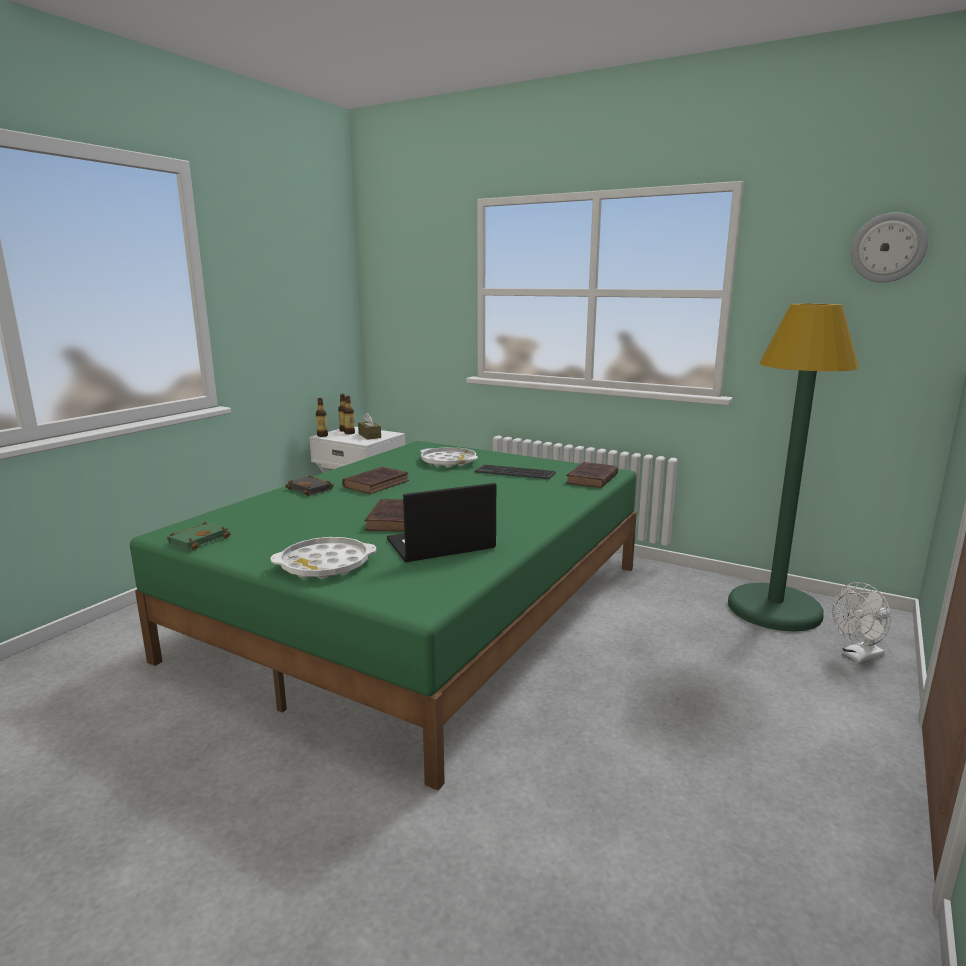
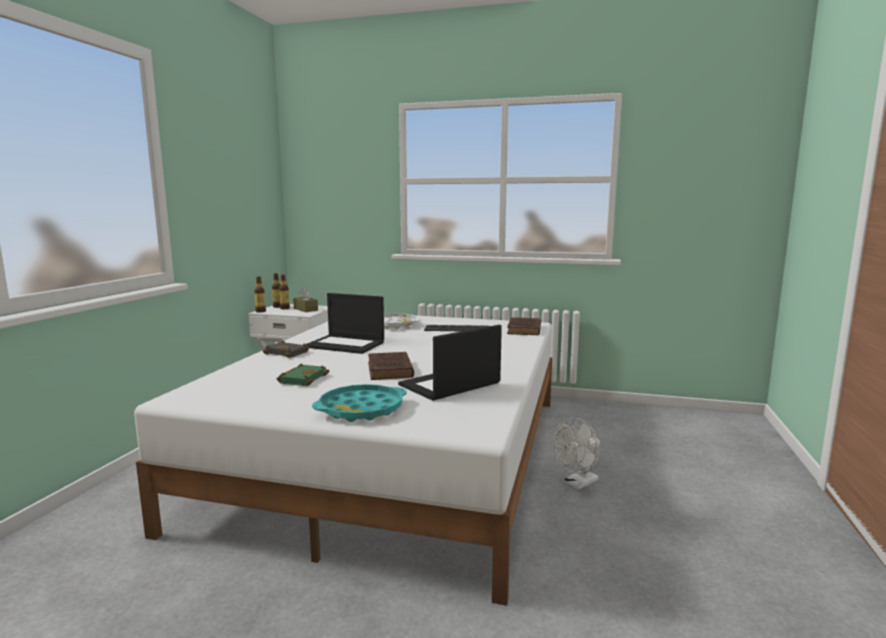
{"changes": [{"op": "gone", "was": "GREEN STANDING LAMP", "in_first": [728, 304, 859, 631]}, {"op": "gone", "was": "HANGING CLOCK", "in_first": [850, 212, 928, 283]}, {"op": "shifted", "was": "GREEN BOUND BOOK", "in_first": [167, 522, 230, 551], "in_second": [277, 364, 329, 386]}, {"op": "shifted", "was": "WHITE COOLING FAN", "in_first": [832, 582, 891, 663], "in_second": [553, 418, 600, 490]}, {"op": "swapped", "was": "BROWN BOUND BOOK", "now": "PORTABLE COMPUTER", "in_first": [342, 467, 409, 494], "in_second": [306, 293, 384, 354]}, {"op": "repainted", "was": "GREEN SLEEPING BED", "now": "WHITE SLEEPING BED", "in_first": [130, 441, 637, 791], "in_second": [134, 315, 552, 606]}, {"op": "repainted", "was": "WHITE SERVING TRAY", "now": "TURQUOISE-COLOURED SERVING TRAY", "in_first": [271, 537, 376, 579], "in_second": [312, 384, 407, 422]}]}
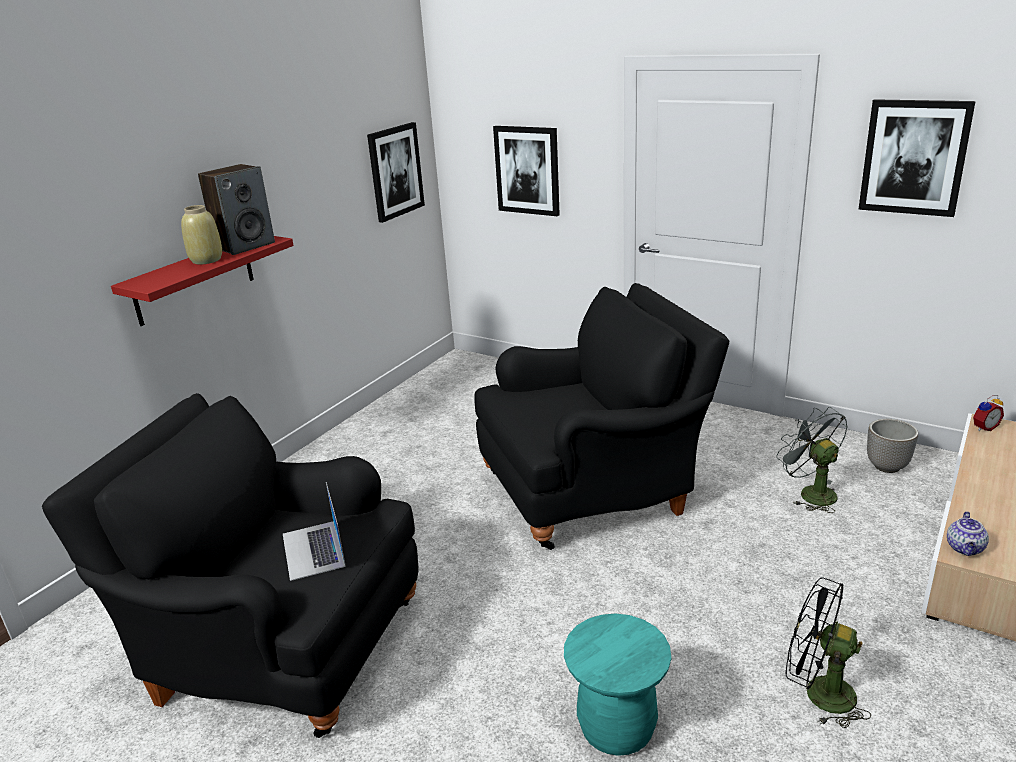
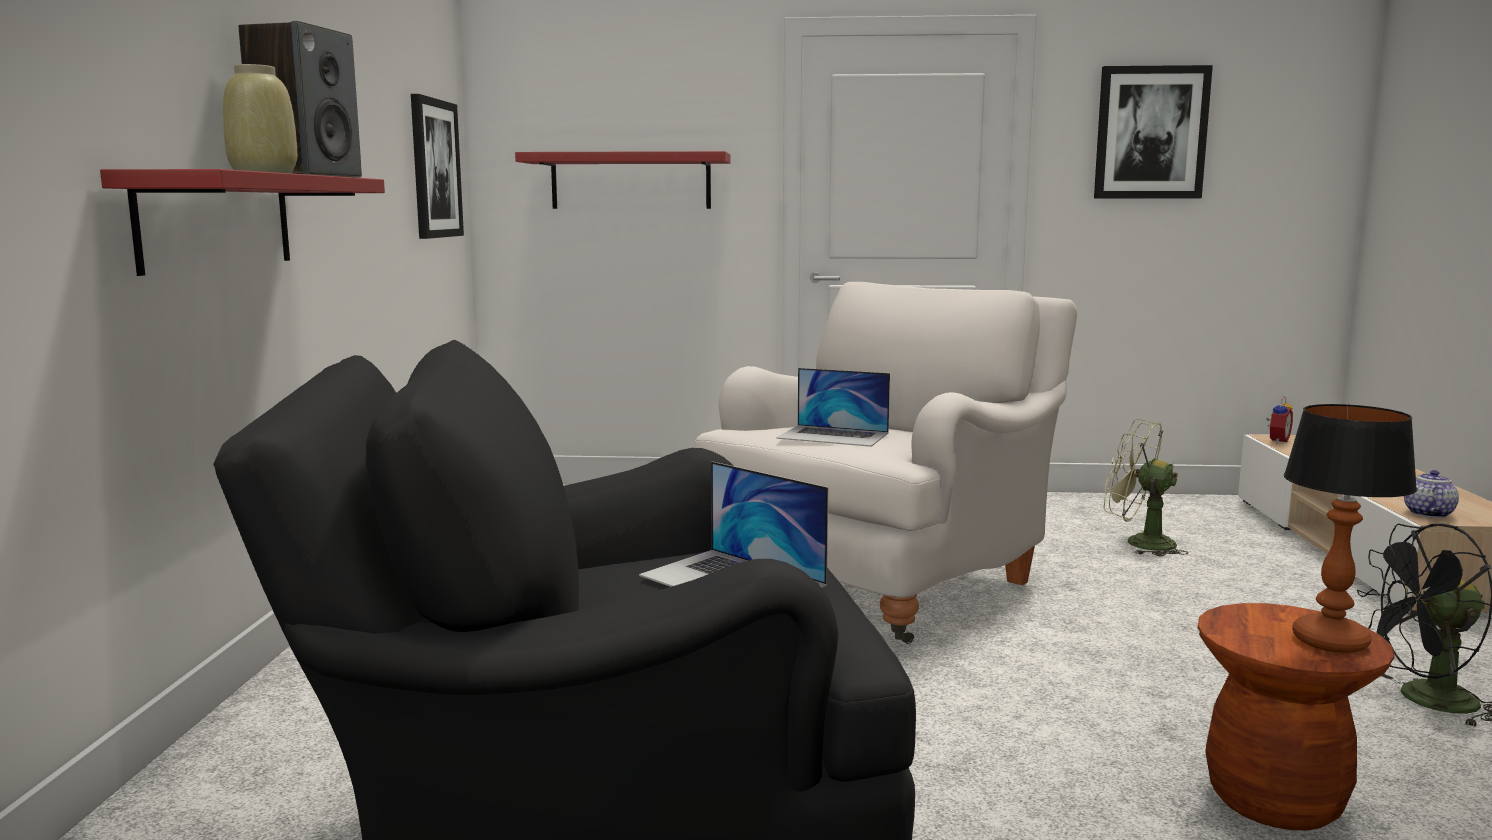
{"changes": [{"op": "gone", "was": "PLANT POT", "in_first": [867, 419, 918, 473]}, {"op": "new", "now": "PORTABLE COMPUTER", "in_second": [776, 368, 890, 447]}, {"op": "new", "now": "LAMP FOR A TABLE", "in_second": [1284, 404, 1417, 653]}, {"op": "swapped", "was": "WALL PICTURE", "now": "RED BRACKET SHELF", "in_first": [493, 126, 560, 216], "in_second": [515, 151, 730, 209]}, {"op": "repainted", "was": "BLACK EASY CHAIR", "now": "WHITE EASY CHAIR", "in_first": [474, 283, 729, 550], "in_second": [694, 282, 1077, 644]}, {"op": "repainted", "was": "TURQUOISE-COLOURED STOOL SEAT", "now": "BROWN STOOL SEAT", "in_first": [564, 613, 671, 756], "in_second": [1198, 603, 1395, 830]}, {"op": "repainted", "was": "GRAY COOLING FAN", "now": "GREEN COOLING FAN", "in_first": [776, 407, 848, 513], "in_second": [1104, 419, 1188, 556]}, {"op": "rotated", "was": "TEA POT", "in_first": [947, 511, 989, 556], "in_second": [1404, 470, 1459, 518], "clockwise": -150}]}
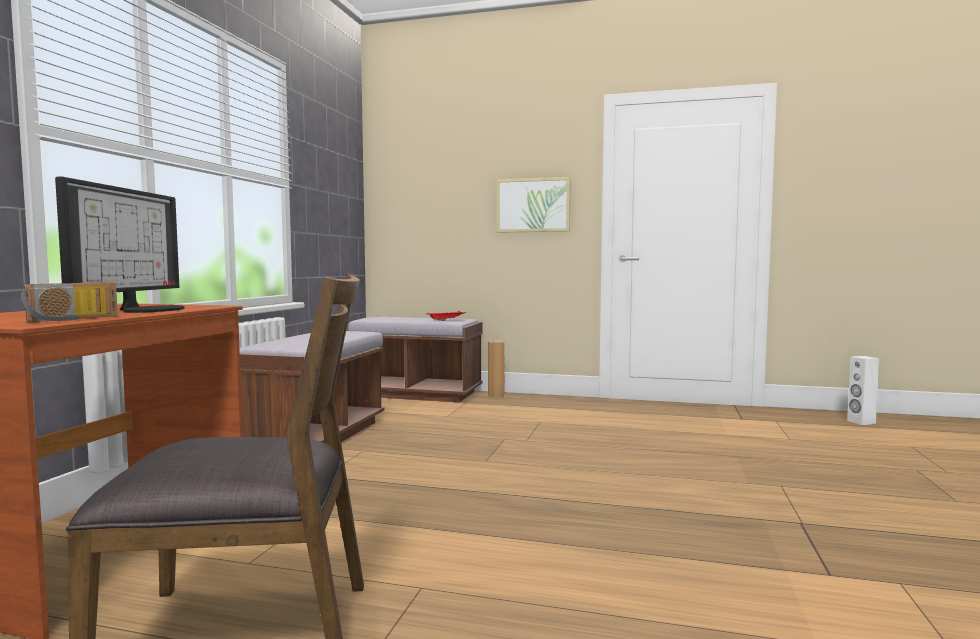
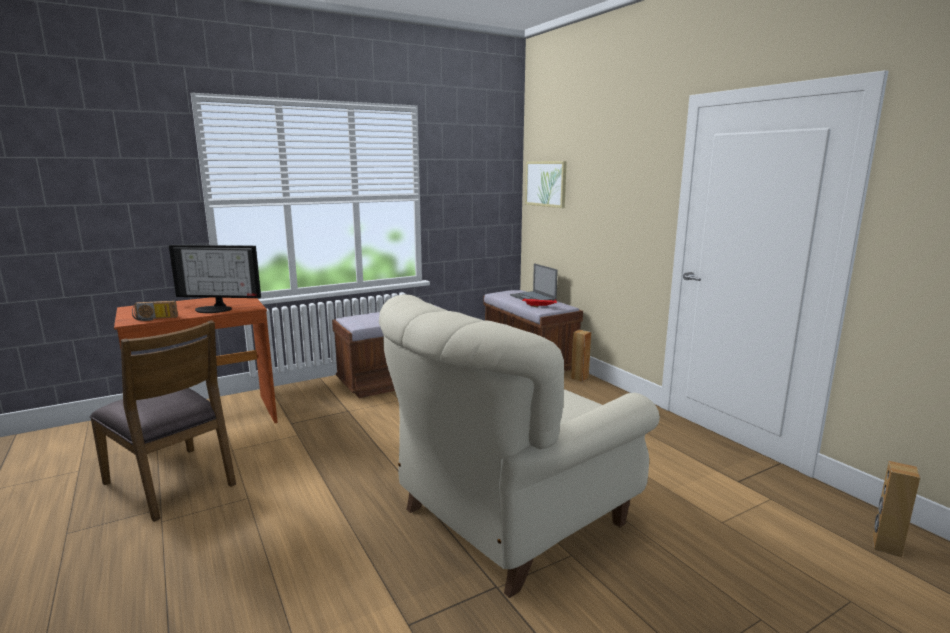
{"changes": [{"op": "new", "now": "BEIGE EASY CHAIR", "in_second": [379, 294, 660, 598]}, {"op": "new", "now": "PORTABLE COMPUTER", "in_second": [510, 263, 558, 301]}, {"op": "shifted", "was": "WALL PICTURE", "in_first": [497, 177, 571, 232], "in_second": [525, 161, 567, 208]}, {"op": "repainted", "was": "WHITE SPEAKER", "now": "BROWN SPEAKER", "in_first": [847, 356, 879, 425], "in_second": [872, 461, 920, 557]}, {"op": "rotated", "was": "COMPUTER SCREEN", "in_first": [55, 177, 185, 313], "in_second": [169, 245, 261, 313], "clockwise": 45}]}
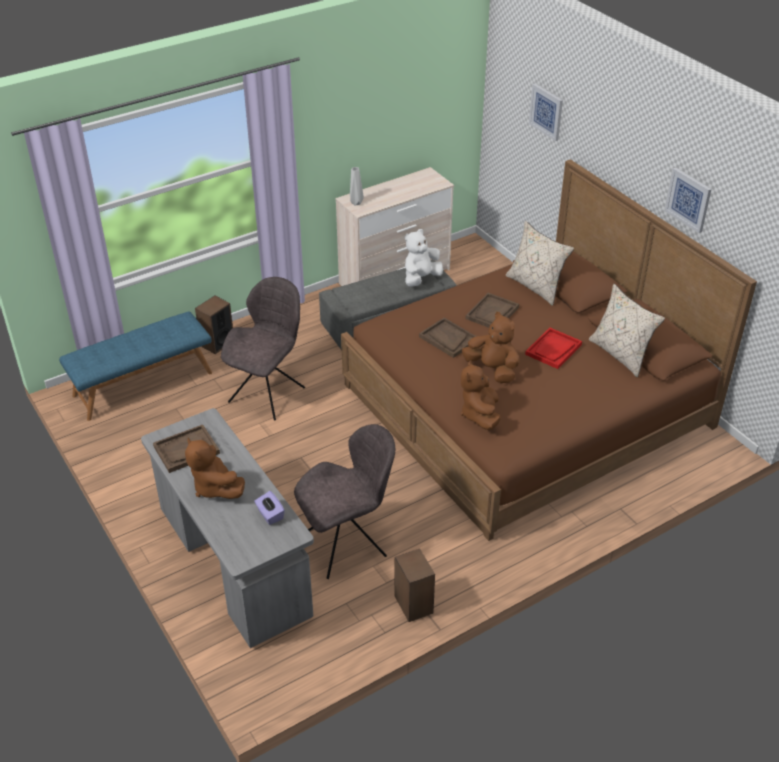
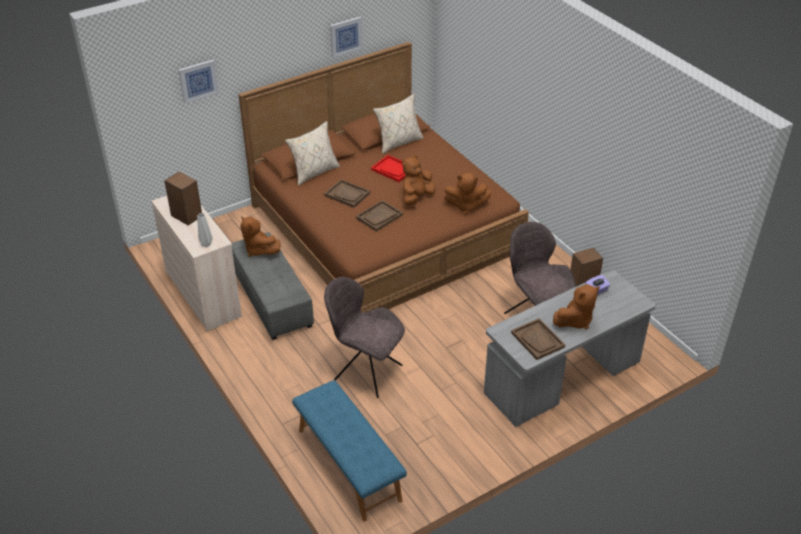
{"changes": [{"op": "shifted", "was": "SPEAKER", "in_first": [195, 295, 233, 354], "in_second": [164, 172, 202, 225]}, {"op": "repainted", "was": "WHITE CUDDLY TOY", "now": "BROWN CUDDLY TOY", "in_first": [405, 229, 443, 287], "in_second": [241, 217, 281, 257]}]}
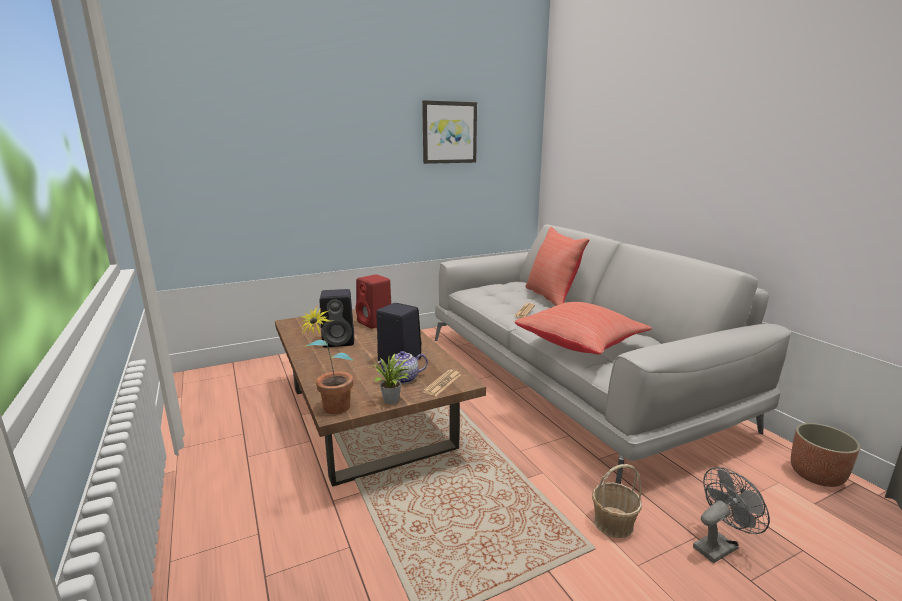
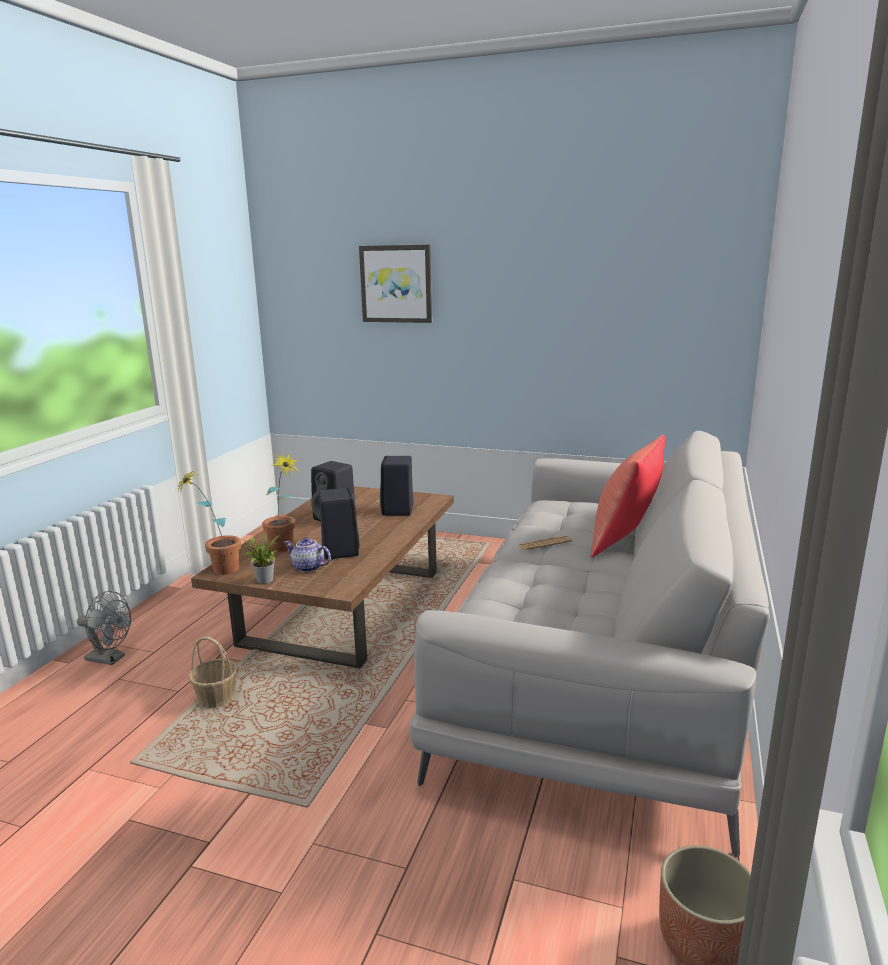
{"changes": [{"op": "gone", "was": "PRINTED PAPER", "in_first": [422, 369, 461, 396]}, {"op": "gone", "was": "RED CUSHION", "in_first": [514, 302, 652, 354]}, {"op": "new", "now": "POTTED PLANT", "in_second": [262, 453, 300, 552]}, {"op": "shifted", "was": "WALL PICTURE", "in_first": [422, 100, 477, 164], "in_second": [359, 245, 432, 323]}, {"op": "shifted", "was": "STORAGE BASKET", "in_first": [592, 464, 642, 538], "in_second": [189, 637, 238, 709]}, {"op": "shifted", "was": "GRAY COOLING FAN", "in_first": [693, 467, 770, 563], "in_second": [77, 591, 131, 665]}, {"op": "repainted", "was": "RED SPEAKER", "now": "BLACK SPEAKER", "in_first": [356, 274, 391, 329], "in_second": [380, 456, 414, 515]}]}
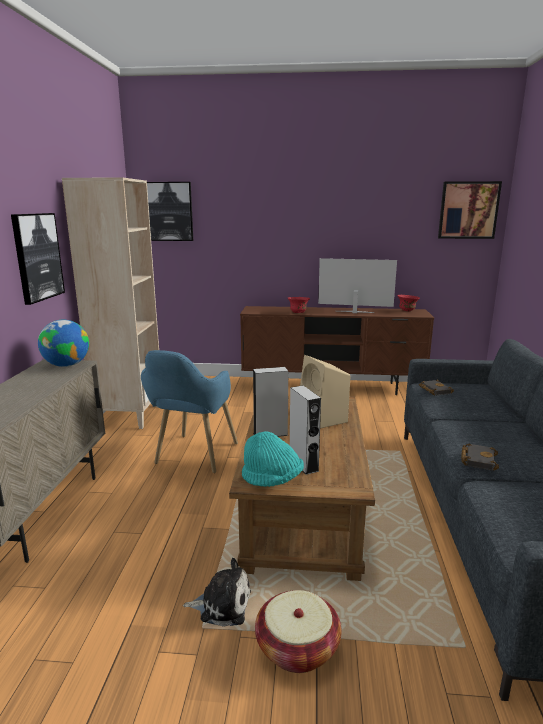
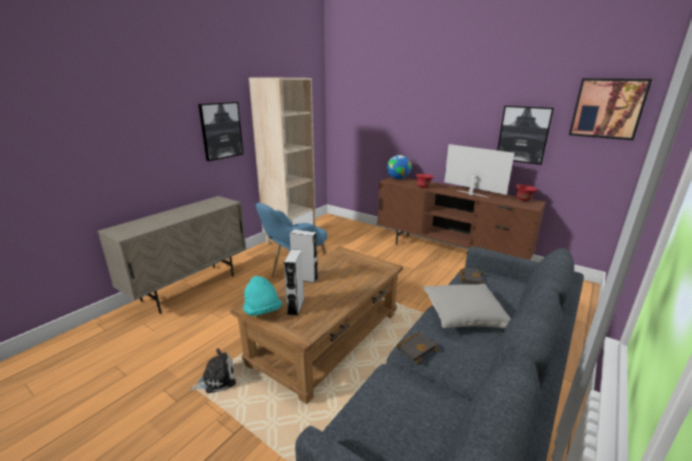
{"changes": [{"op": "gone", "was": "STORAGE BASKET", "in_first": [255, 590, 341, 673]}, {"op": "gone", "was": "BEIGE SPEAKER", "in_first": [300, 355, 350, 428]}, {"op": "new", "now": "GRAY CUSHION", "in_second": [423, 284, 511, 328]}, {"op": "shifted", "was": "GLOBE", "in_first": [38, 320, 89, 367], "in_second": [387, 155, 411, 180]}, {"op": "shifted", "was": "WALL PICTURE", "in_first": [147, 182, 193, 241], "in_second": [497, 106, 554, 165]}, {"op": "rotated", "was": "CUDDLY TOY", "in_first": [183, 558, 251, 627], "in_second": [190, 348, 236, 393], "clockwise": -60}]}
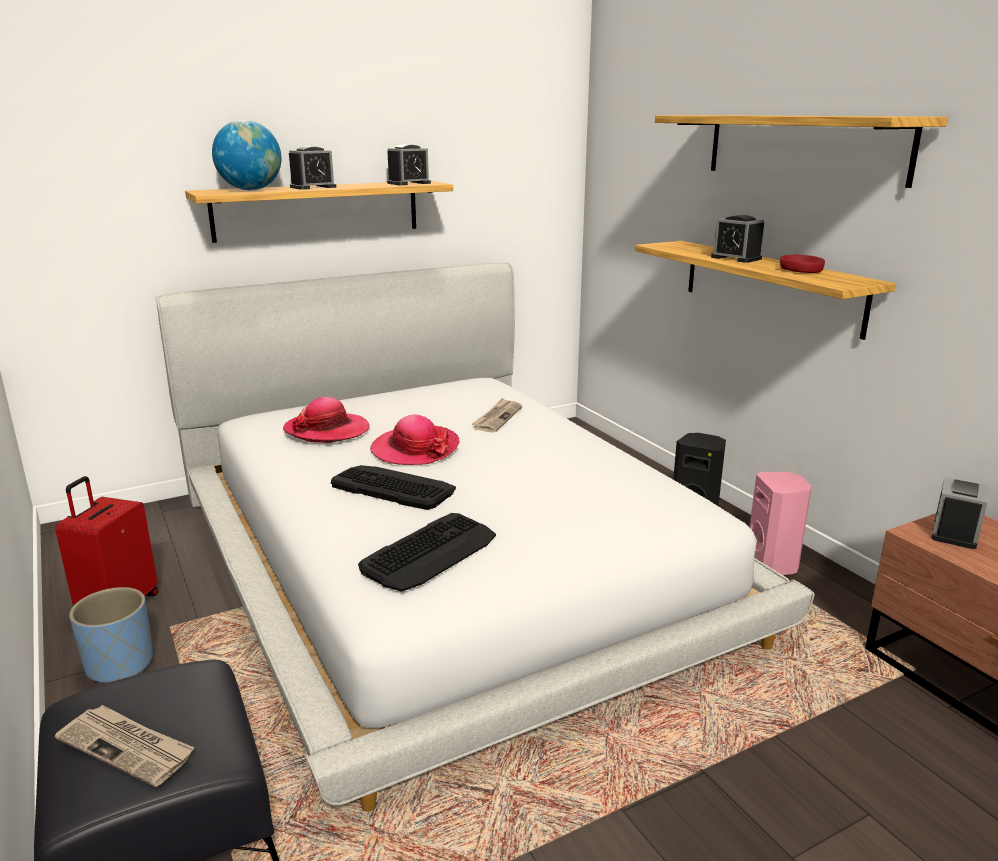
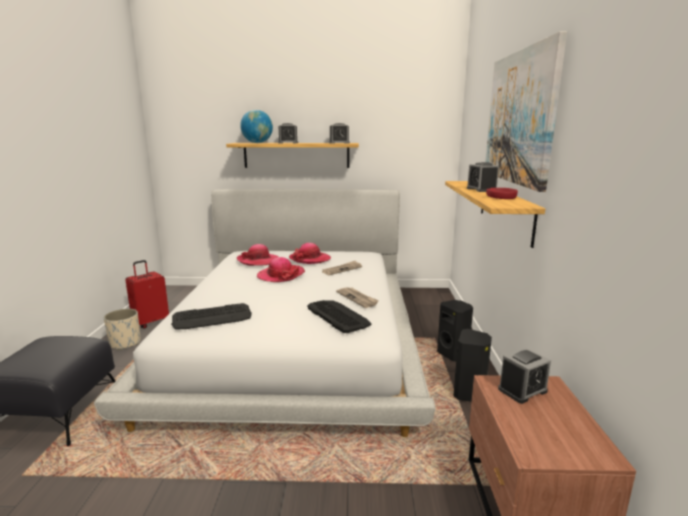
{"changes": [{"op": "new", "now": "WEARABLE HAT", "in_second": [289, 243, 331, 264]}, {"op": "shifted", "was": "PRINTED PAPER", "in_first": [55, 705, 194, 787], "in_second": [336, 287, 379, 308]}, {"op": "shifted", "was": "PC KEYBOARD", "in_first": [331, 465, 456, 510], "in_second": [307, 300, 371, 333]}, {"op": "swapped", "was": "BRACKET SHELF", "now": "WALL PICTURE", "in_first": [655, 115, 948, 188], "in_second": [485, 31, 567, 192]}, {"op": "repainted", "was": "BLUISH PLANT POT", "now": "BEIGE PLANT POT", "in_first": [69, 587, 153, 682], "in_second": [104, 309, 140, 350]}, {"op": "repainted", "was": "PINK SPEAKER", "now": "BLACK SPEAKER", "in_first": [750, 472, 812, 575], "in_second": [453, 329, 492, 402]}]}
